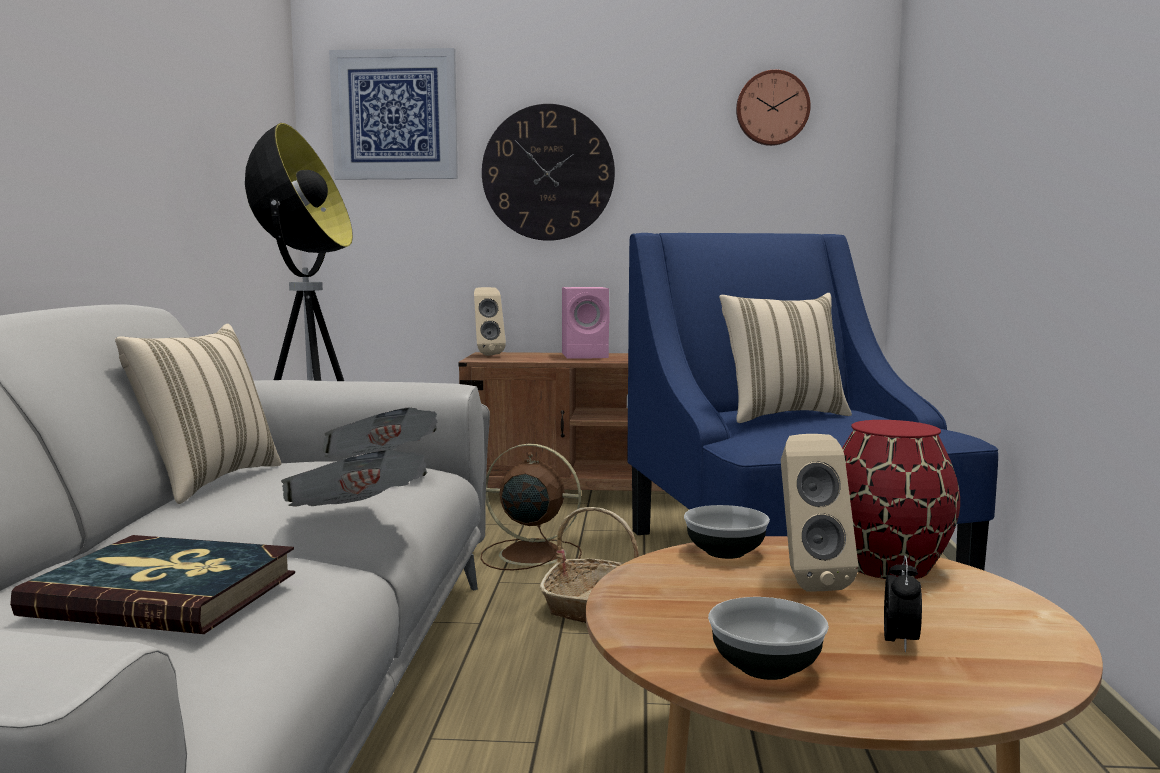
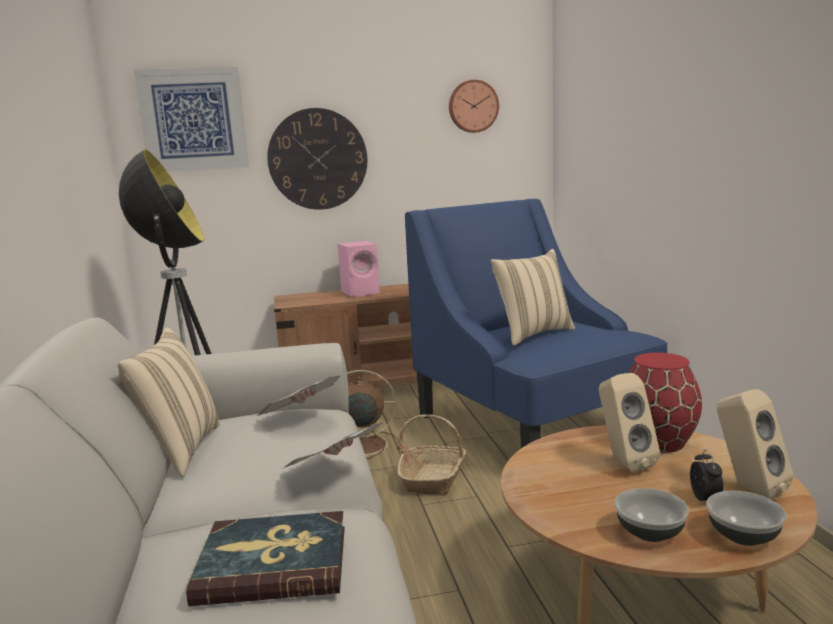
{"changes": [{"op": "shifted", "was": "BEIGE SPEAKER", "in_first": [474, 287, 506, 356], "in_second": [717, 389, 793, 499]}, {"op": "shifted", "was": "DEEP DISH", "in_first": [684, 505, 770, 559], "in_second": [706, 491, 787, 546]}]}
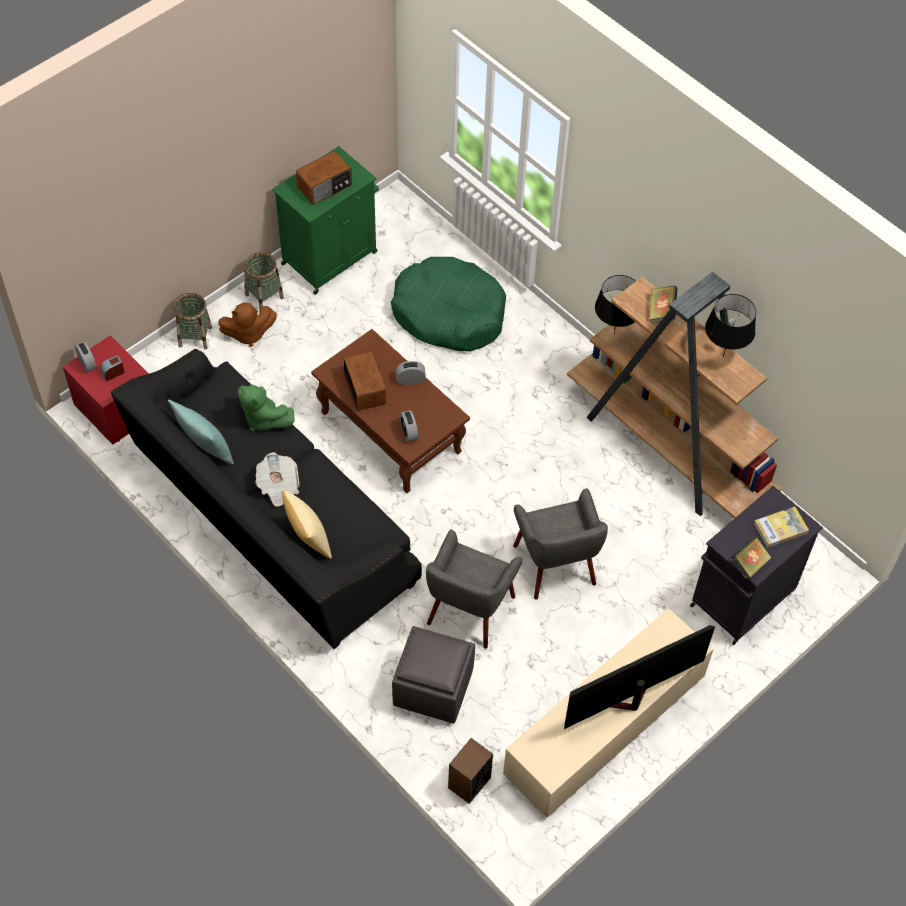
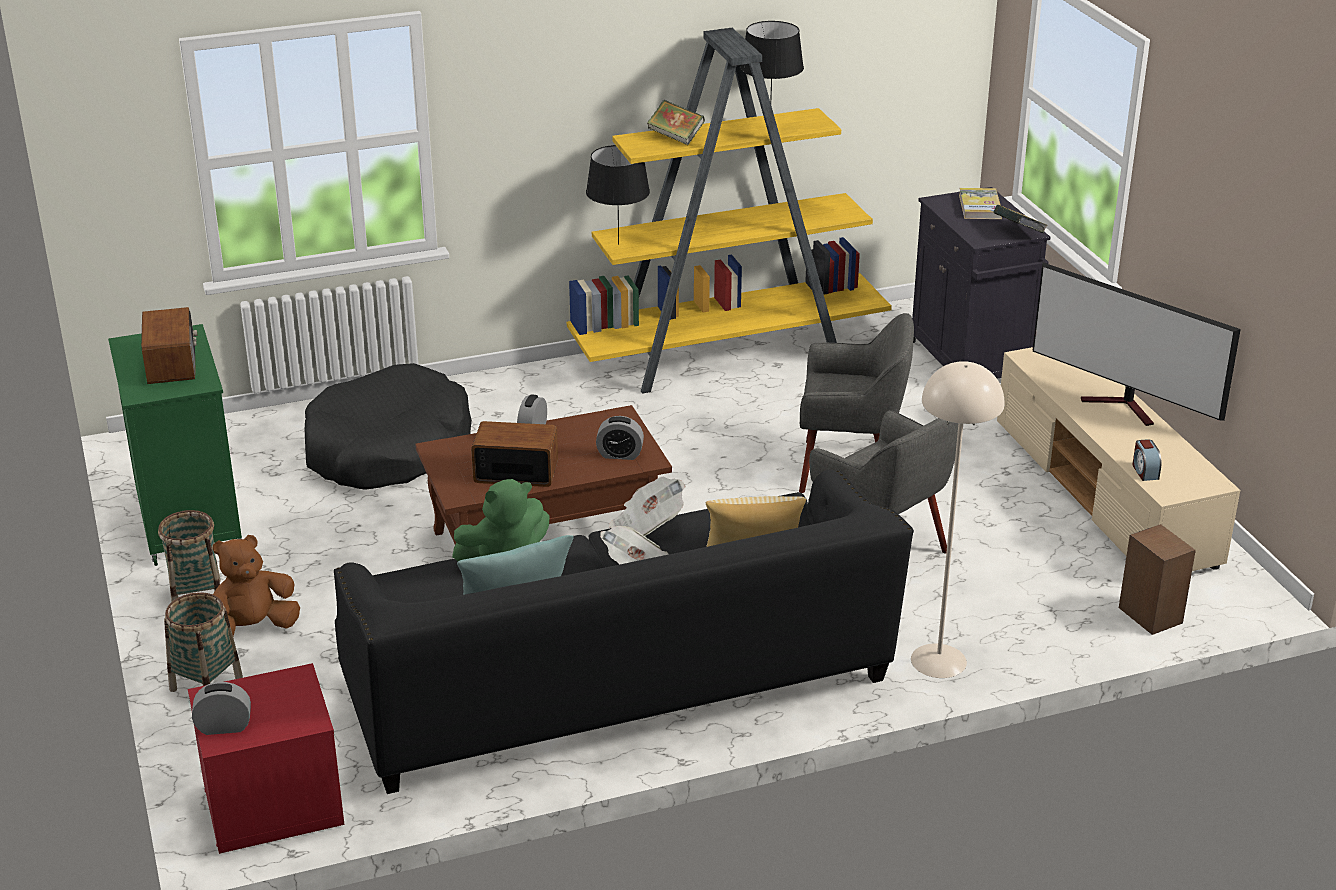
{"changes": [{"op": "gone", "was": "GRAY POUFFE", "in_first": [392, 626, 475, 724]}, {"op": "new", "now": "PRINTED PAPER", "in_second": [609, 476, 685, 536]}, {"op": "new", "now": "BEIGE STANDING LAMP", "in_second": [911, 361, 1004, 678]}, {"op": "shifted", "was": "BEDSIDE CLOCK", "in_first": [101, 355, 124, 381], "in_second": [1132, 439, 1162, 481]}, {"op": "repainted", "was": "GREEN DOG CUSHION", "now": "BLACK DOG CUSHION", "in_first": [391, 257, 506, 351], "in_second": [305, 363, 472, 490]}, {"op": "repainted", "was": "BROWN BOOKSHELF", "now": "YELLOWISH BOOKSHELF", "in_first": [567, 272, 781, 519], "in_second": [567, 28, 892, 394]}, {"op": "rotated", "was": "BROWN CUDDLY TOY", "in_first": [218, 302, 277, 347], "in_second": [213, 535, 300, 636], "clockwise": -135}, {"op": "rotated", "was": "TV", "in_first": [564, 625, 715, 729], "in_second": [1033, 262, 1241, 426], "clockwise": -45}]}
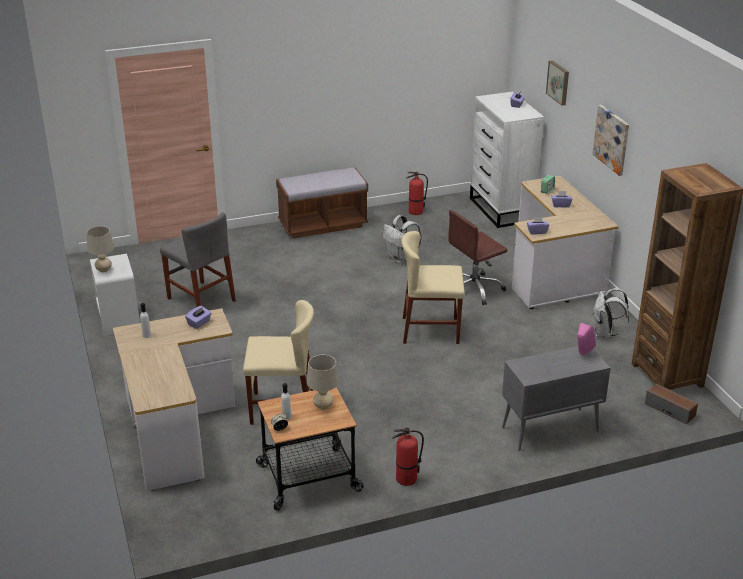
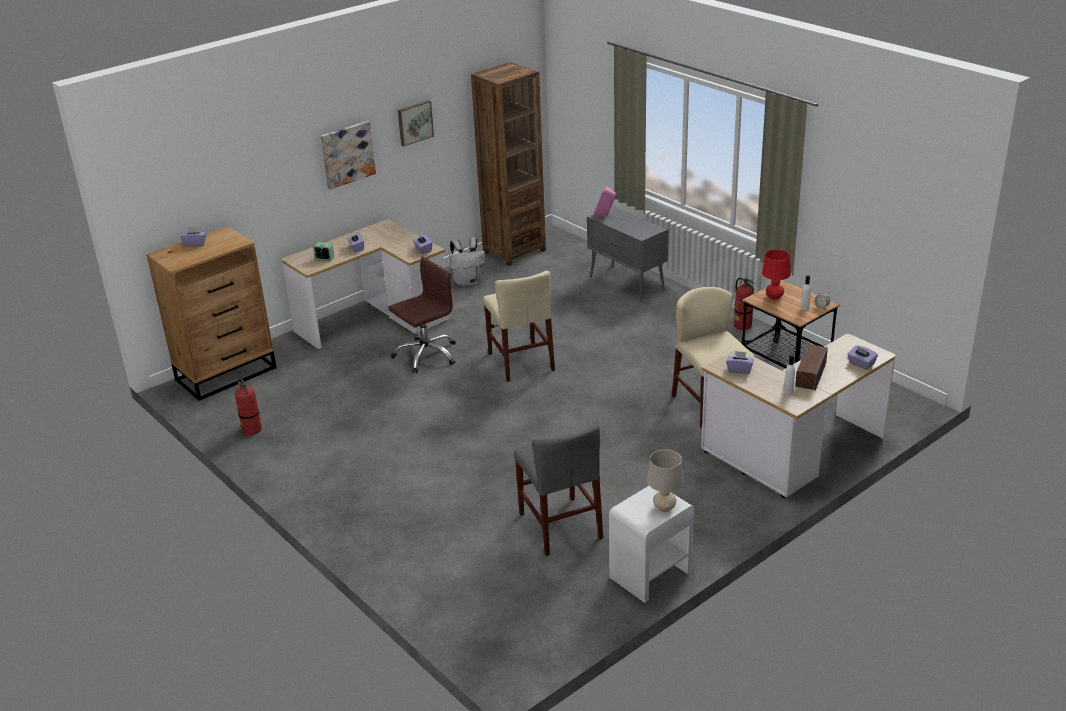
{"changes": [{"op": "gone", "was": "BROWN LONG SEAT", "in_first": [276, 168, 368, 238]}, {"op": "gone", "was": "WHITE KNAPSACK", "in_first": [383, 215, 422, 263]}, {"op": "new", "now": "PURPLISH TISSUE BOX", "in_second": [847, 346, 878, 370]}, {"op": "shifted", "was": "WALL PICTURE", "in_first": [546, 60, 569, 106], "in_second": [398, 100, 434, 146]}, {"op": "shifted", "was": "SPEAKER", "in_first": [645, 384, 698, 424], "in_second": [795, 344, 828, 391]}, {"op": "repainted", "was": "BEIGE LAMP FOR A TABLE", "now": "RED LAMP FOR A TABLE", "in_first": [307, 355, 339, 410], "in_second": [762, 249, 791, 300]}, {"op": "repainted", "was": "WHITE DRESSER", "now": "BROWN DRESSER", "in_first": [470, 92, 544, 228], "in_second": [146, 226, 276, 401]}, {"op": "rotated", "was": "GRAY CHAIR", "in_first": [160, 212, 236, 307], "in_second": [514, 424, 603, 556], "clockwise": 135}, {"op": "rotated", "was": "BROWN OFFICE CHAIR", "in_first": [448, 210, 507, 305], "in_second": [388, 257, 456, 373], "clockwise": -75}]}
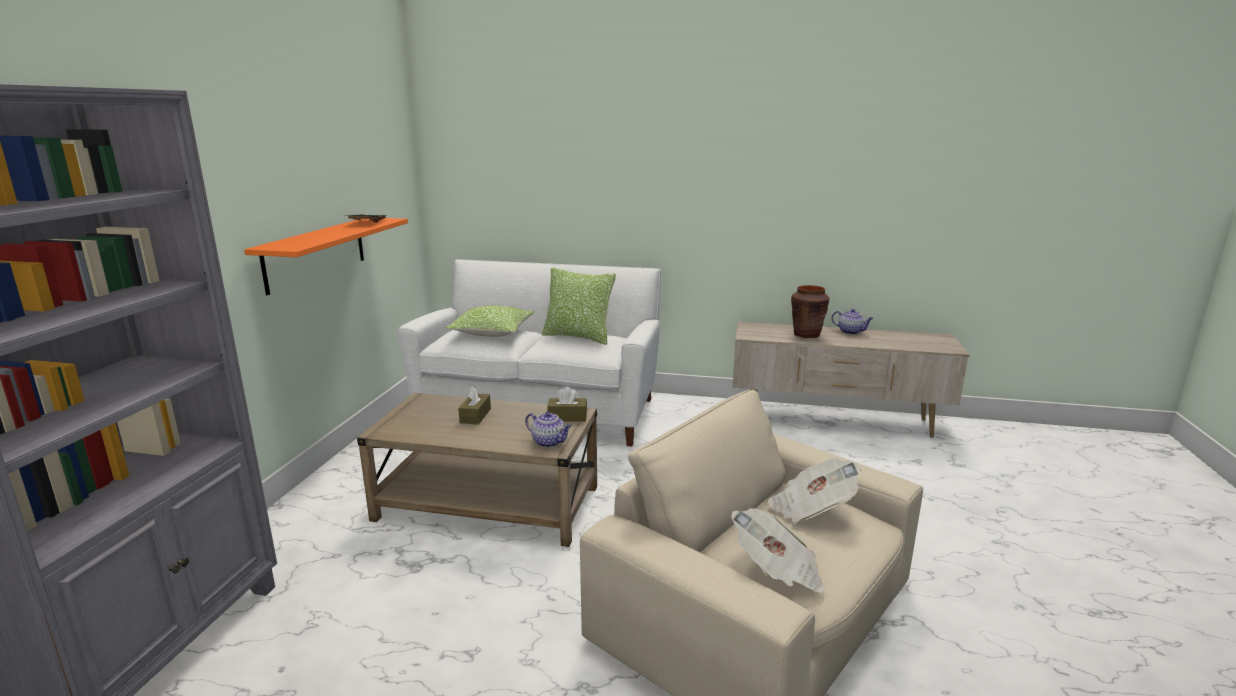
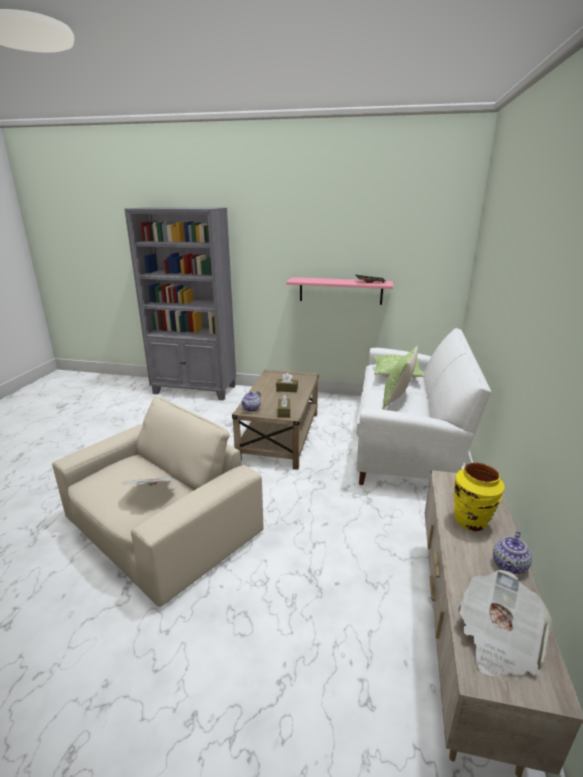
{"changes": [{"op": "shifted", "was": "PRINTED PAPER", "in_first": [731, 508, 825, 593], "in_second": [458, 570, 551, 676]}, {"op": "repainted", "was": "ORANGE BRACKET SHELF", "now": "PINK BRACKET SHELF", "in_first": [244, 218, 408, 295], "in_second": [286, 277, 393, 305]}, {"op": "repainted", "was": "BROWN DECORATIVE VASE", "now": "YELLOWISH DECORATIVE VASE", "in_first": [791, 285, 829, 338], "in_second": [454, 463, 505, 531]}]}
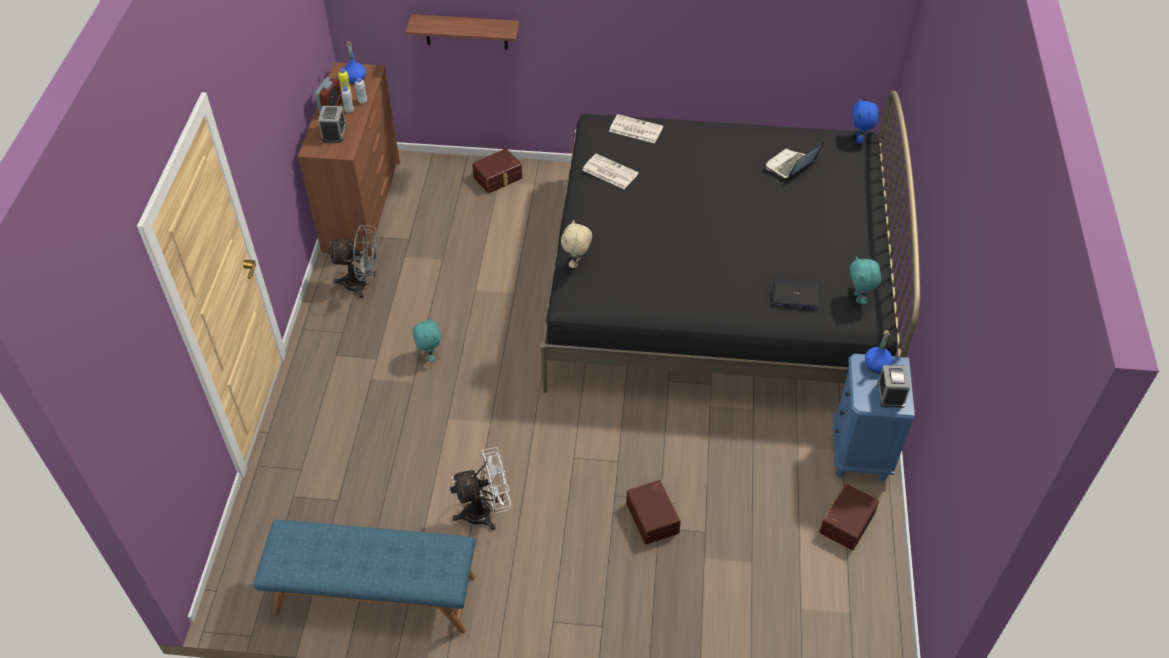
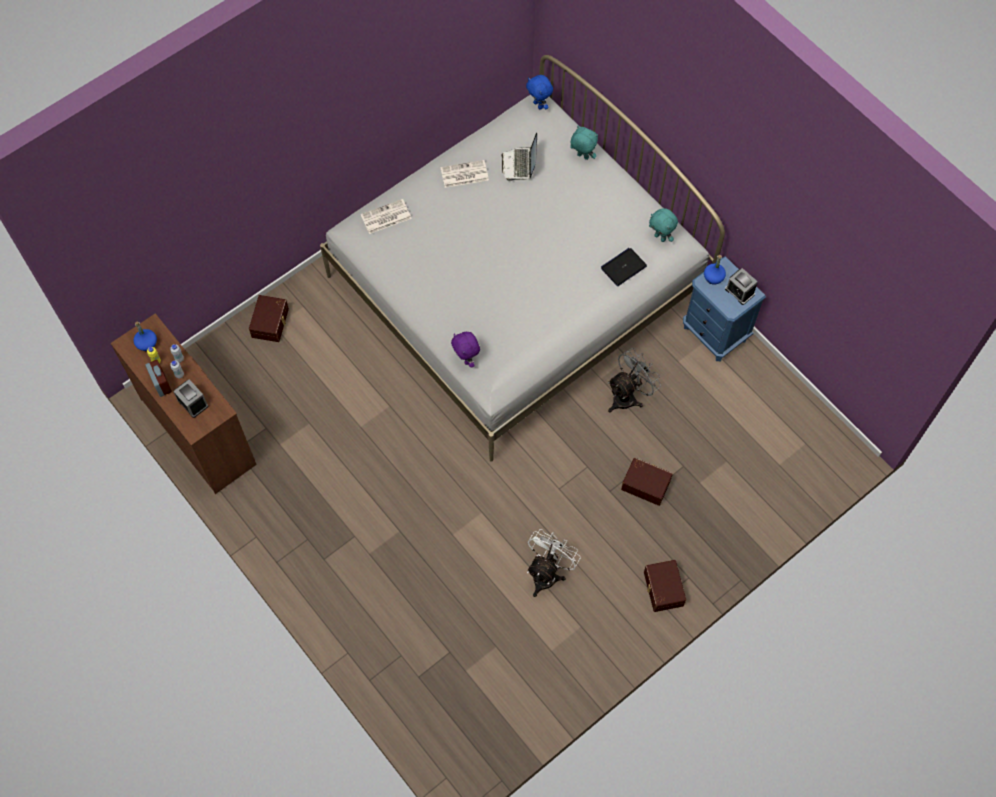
{"changes": [{"op": "gone", "was": "BLUISH LONG SEAT", "in_first": [253, 520, 475, 634]}, {"op": "gone", "was": "BRACKET SHELF", "in_first": [406, 14, 520, 50]}, {"op": "shifted", "was": "GRAY COOLING FAN", "in_first": [328, 225, 380, 298], "in_second": [608, 348, 661, 413]}, {"op": "shifted", "was": "TURQUOISE-COLOURED CUDDLY TOY", "in_first": [413, 317, 441, 362], "in_second": [570, 126, 598, 160]}, {"op": "shifted", "was": "PRINTED PAPER", "in_first": [582, 154, 639, 189], "in_second": [441, 160, 489, 188]}, {"op": "shifted", "was": "BROWN STORAGE BIN", "in_first": [819, 484, 879, 550], "in_second": [644, 560, 686, 612]}, {"op": "repainted", "was": "BLACK SLEEPING BED", "now": "WHITE SLEEPING BED", "in_first": [540, 91, 920, 393], "in_second": [320, 55, 725, 461]}, {"op": "repainted", "was": "BEIGE CUDDLY TOY", "now": "PURPLISH CUDDLY TOY", "in_first": [561, 220, 592, 268], "in_second": [451, 332, 480, 368]}]}
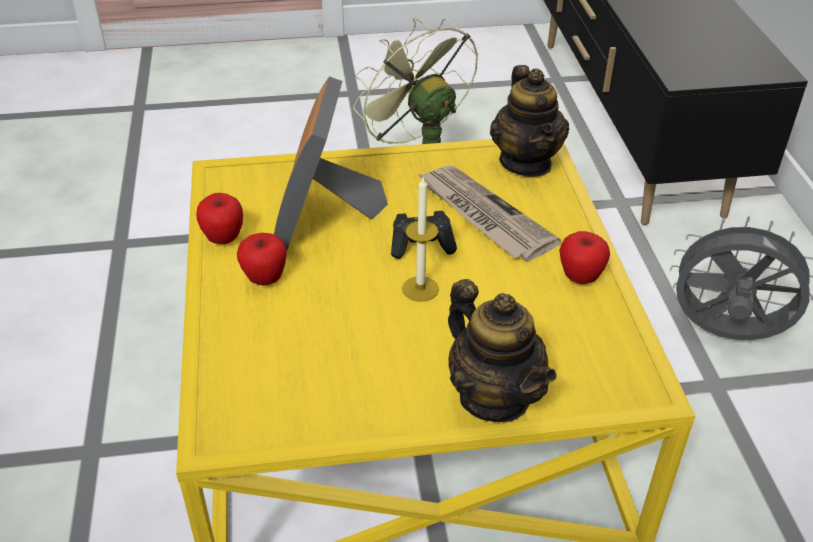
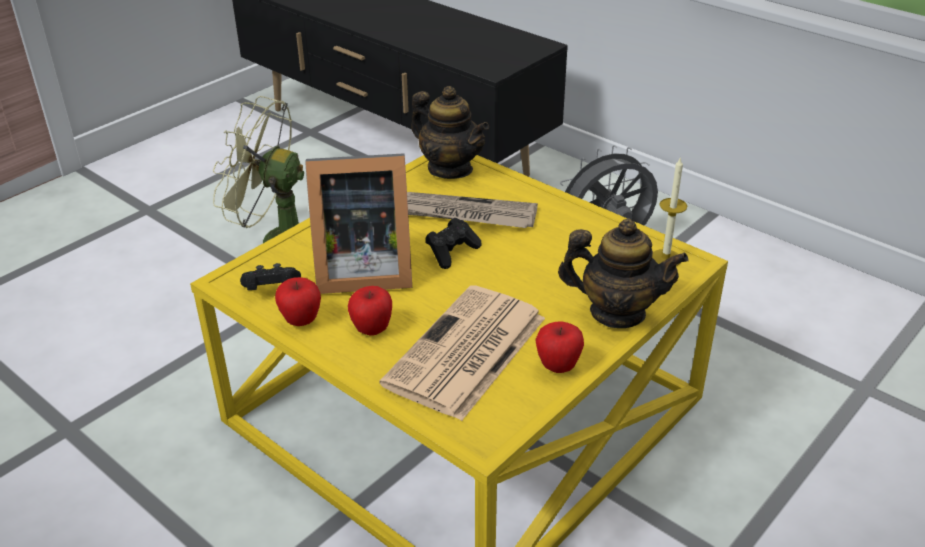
{"changes": [{"op": "new", "now": "BLACK JOYPAD", "in_second": [240, 263, 301, 290]}, {"op": "new", "now": "PRINTED PAPER", "in_second": [379, 285, 545, 421]}, {"op": "shifted", "was": "WAX LIGHT", "in_first": [402, 177, 439, 302], "in_second": [652, 157, 687, 266]}, {"op": "shifted", "was": "WHOLE APPLE", "in_first": [559, 231, 610, 284], "in_second": [535, 321, 584, 373]}, {"op": "rotated", "was": "PICTURE FRAME", "in_first": [274, 76, 388, 250], "in_second": [305, 153, 412, 294], "clockwise": -60}]}
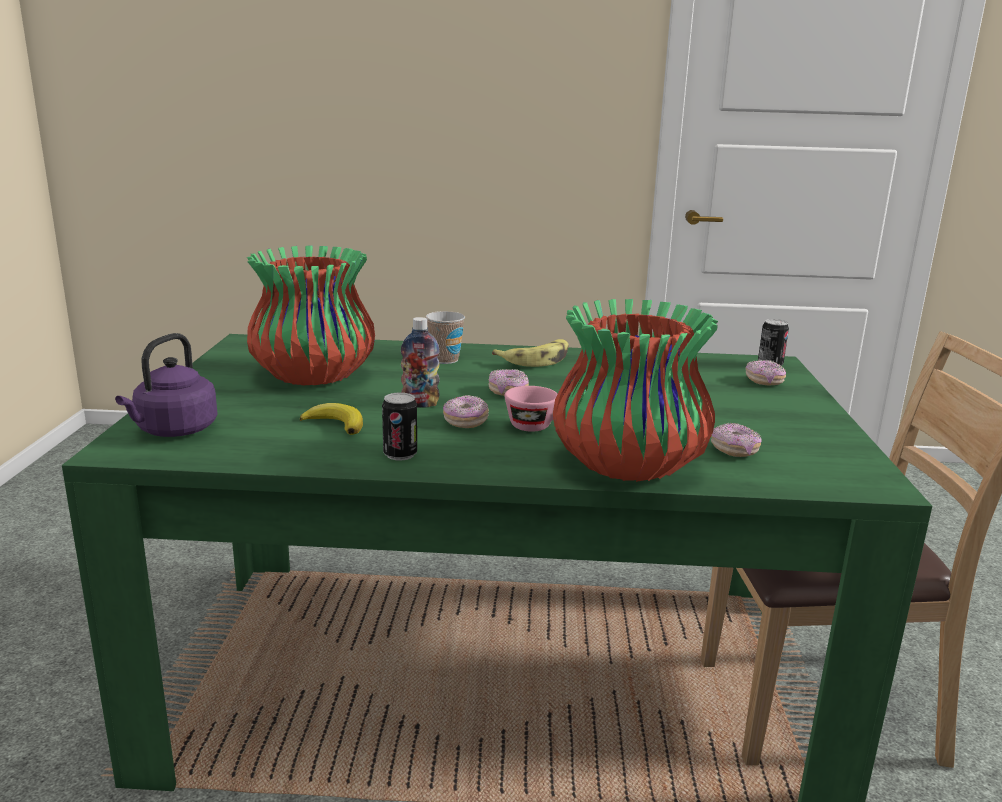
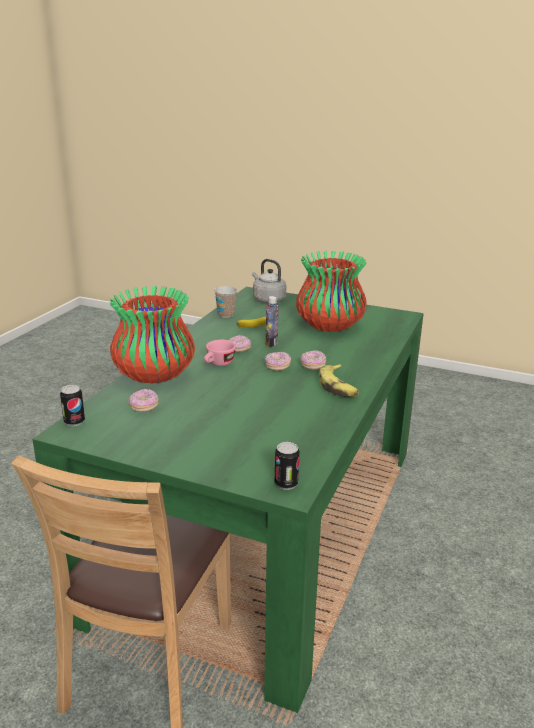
{"changes": [{"op": "shifted", "was": "CAN", "in_first": [382, 392, 417, 461], "in_second": [60, 385, 85, 426]}, {"op": "shifted", "was": "DRINKING CUP", "in_first": [426, 311, 465, 364], "in_second": [214, 286, 237, 318]}, {"op": "shifted", "was": "DOUGHNUT", "in_first": [745, 360, 786, 386], "in_second": [300, 350, 326, 370]}, {"op": "repainted", "was": "PURPLISH KETTLE", "now": "GRAY KETTLE", "in_first": [115, 333, 218, 437], "in_second": [252, 259, 286, 303]}]}
